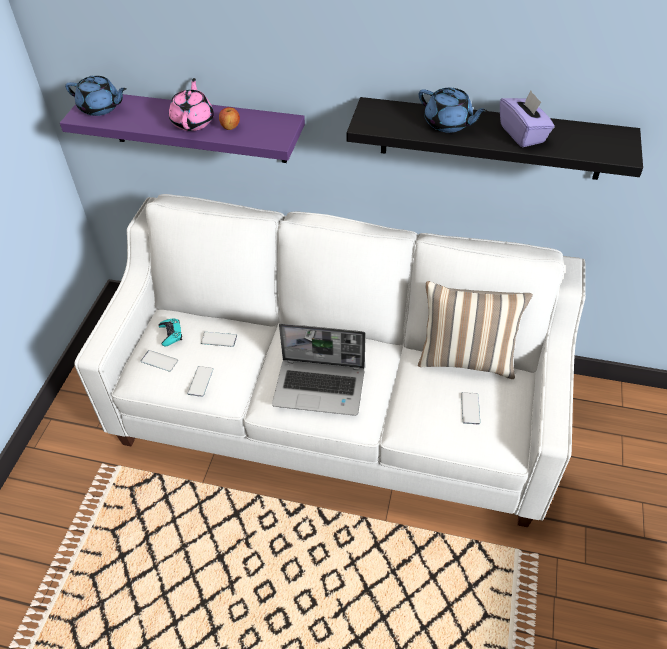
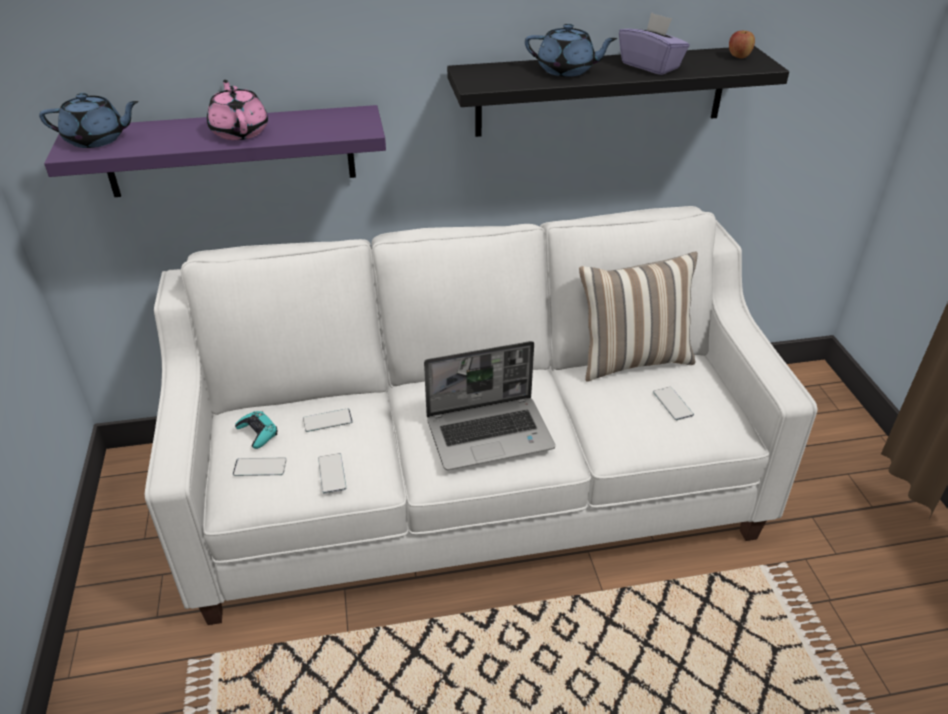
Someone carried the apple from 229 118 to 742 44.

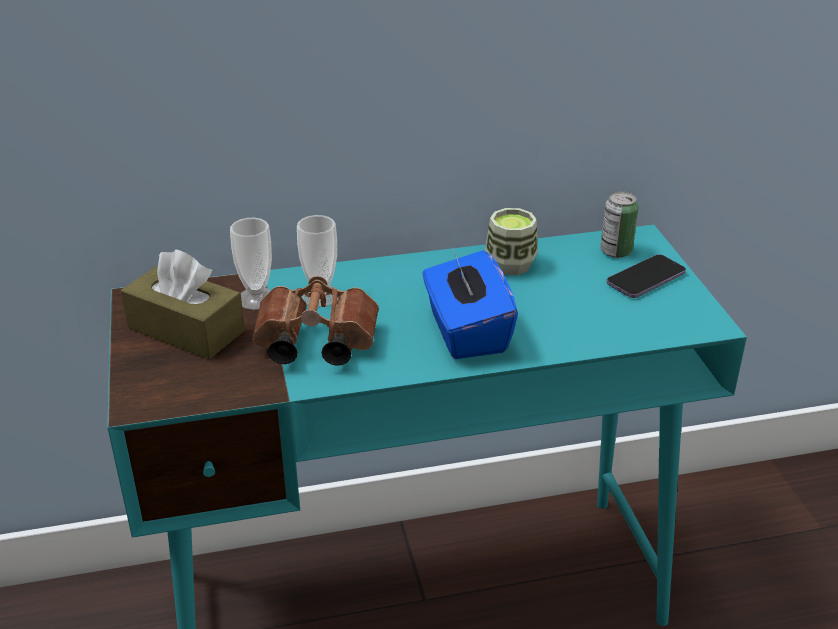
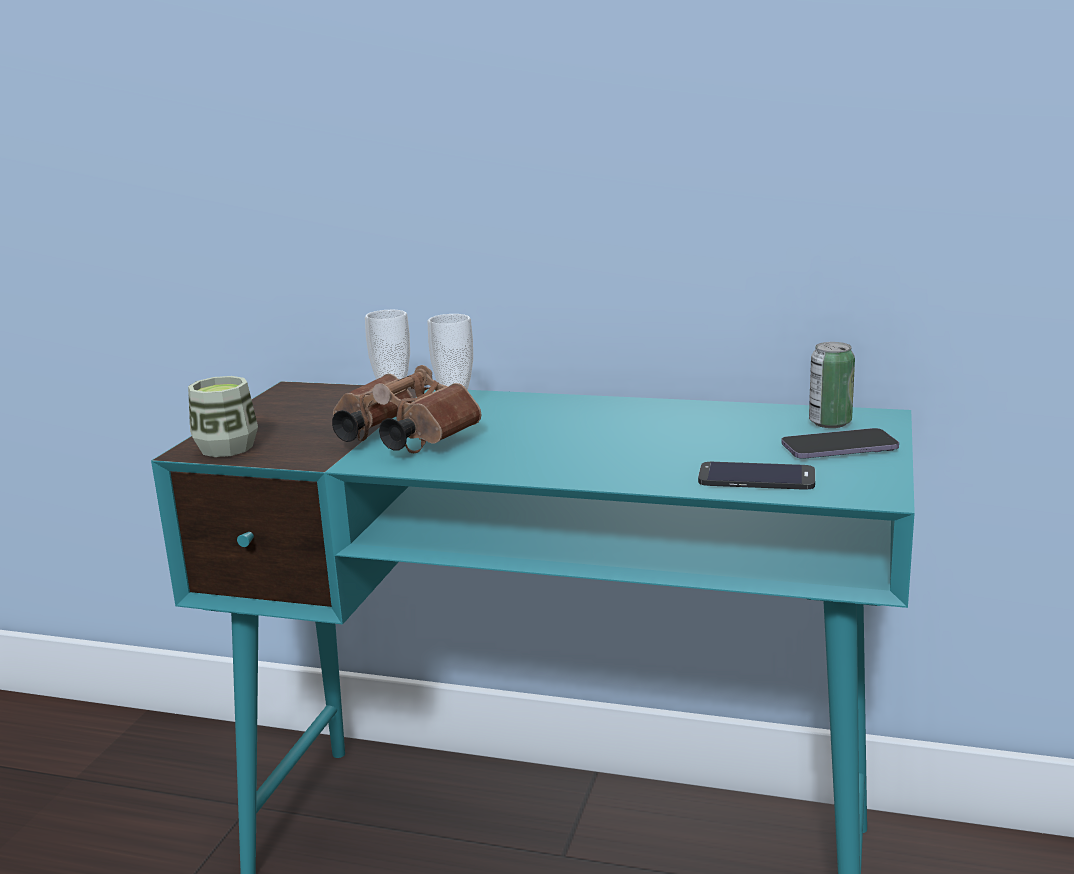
Someone took away the tissue box (brown) at 183 304.
Someone took away the tissue box (blue) at 470 303.
Someone carried the cup from 511 241 to 223 416.
Someone put down the phone at 756 476.

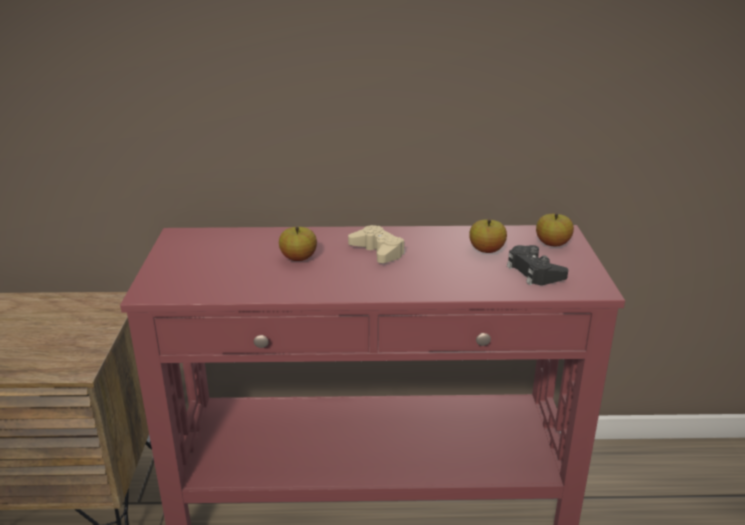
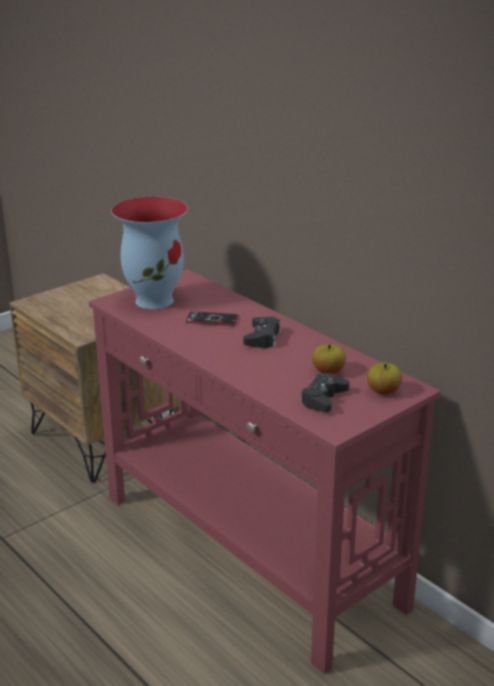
Someone swapped the apple at 298 244 for the phone at 212 318.
Someone repainted the game controller (beige) at 376 244, which became the game controller (black) at 262 332.
Someone put down the vase at 149 252.

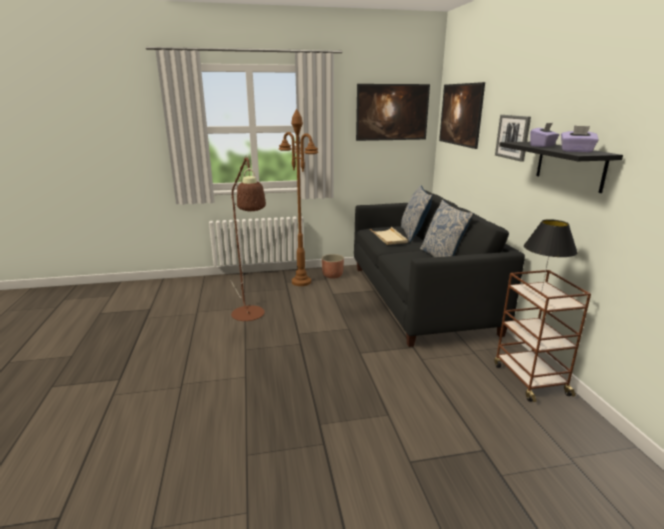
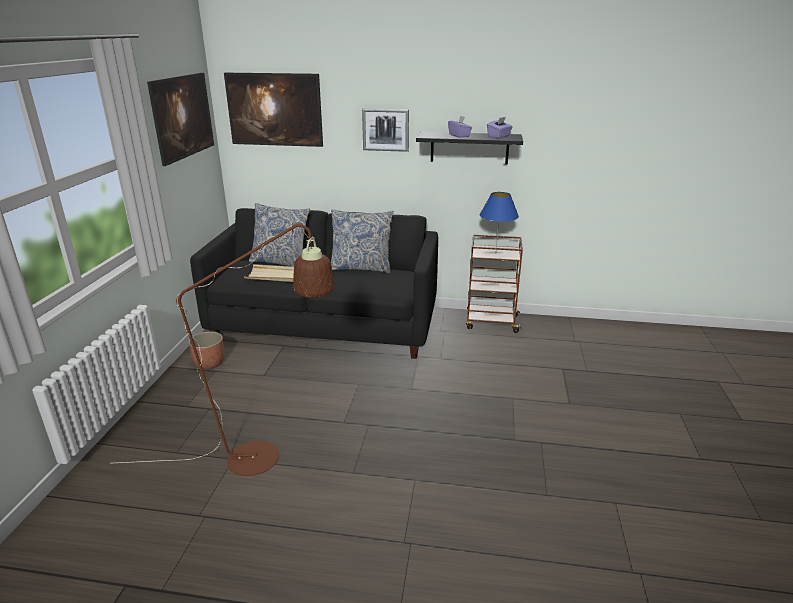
Someone took away the floor lamp (brown) at 298 197.
Someone repainted the table lamp (black) at 551 255, which became the table lamp (blue) at 499 220.

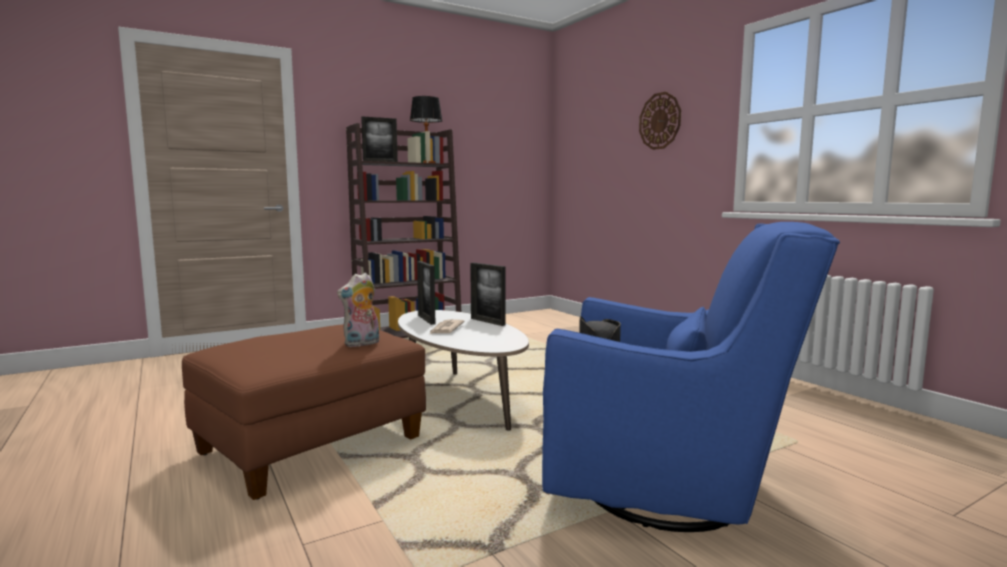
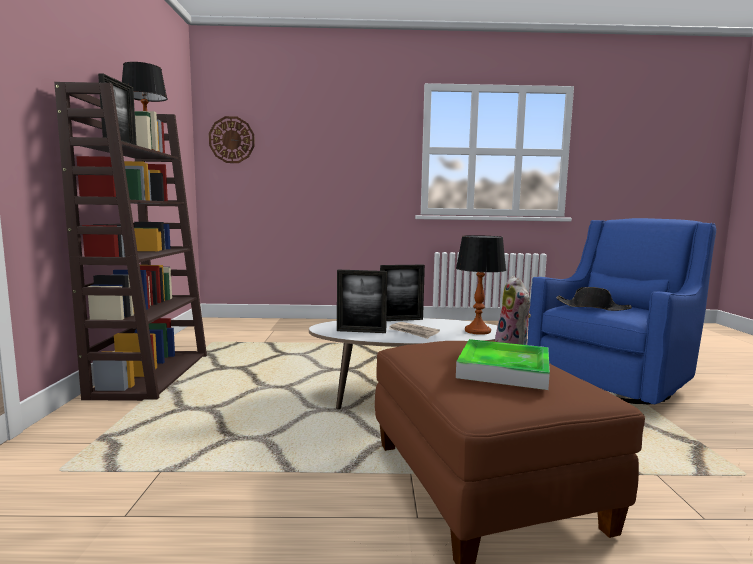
Someone carried the wall clock from 660 121 to 232 139.
Someone put down the table lamp at 481 285.
Someone put down the tray at 503 364.

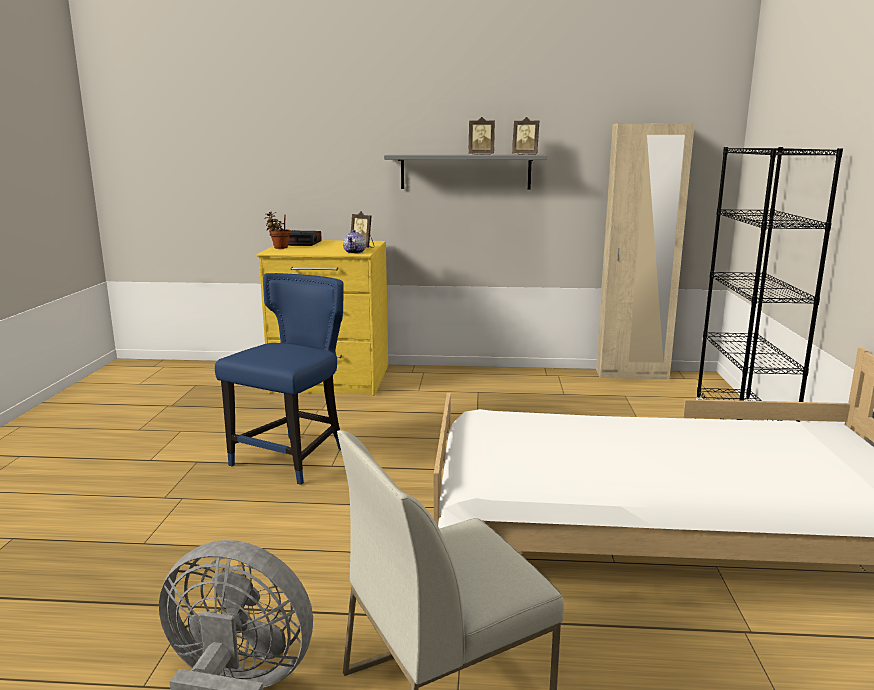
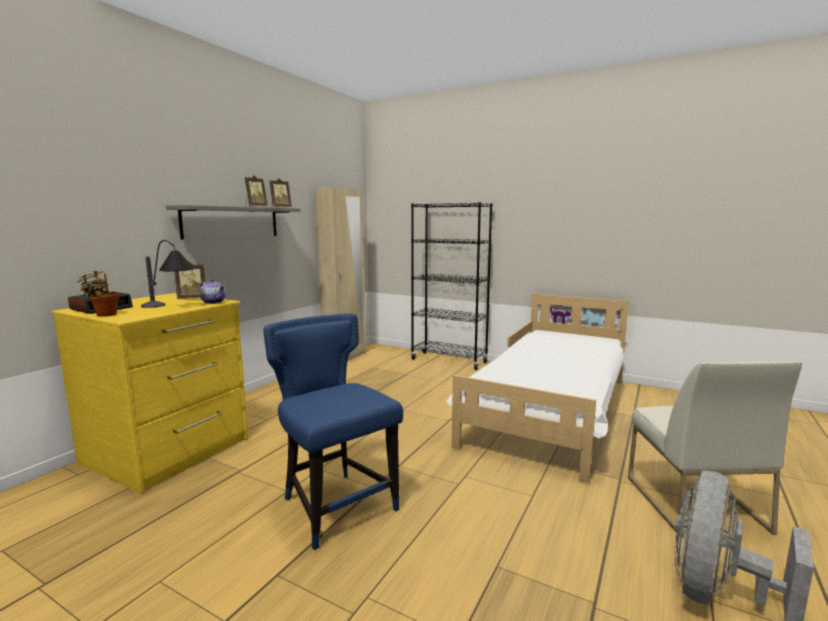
Someone put down the table lamp at 167 274.

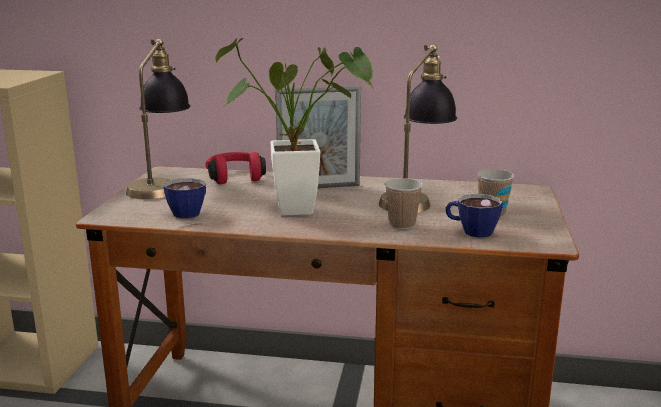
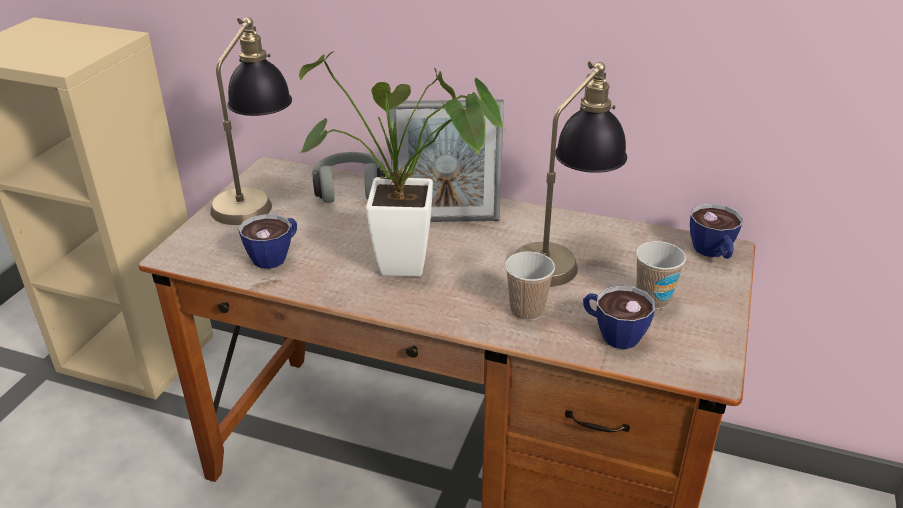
Someone repainted the headphones (red) at 235 168, which became the headphones (grey) at 348 177.
Someone put down the cup at 716 231.

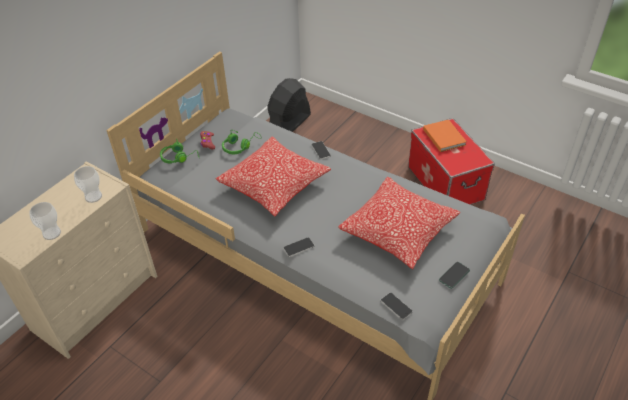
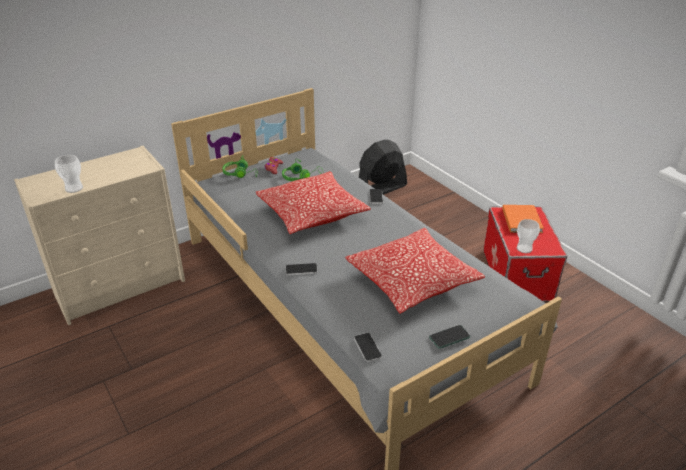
Someone carried the cup from 88 184 to 528 236.

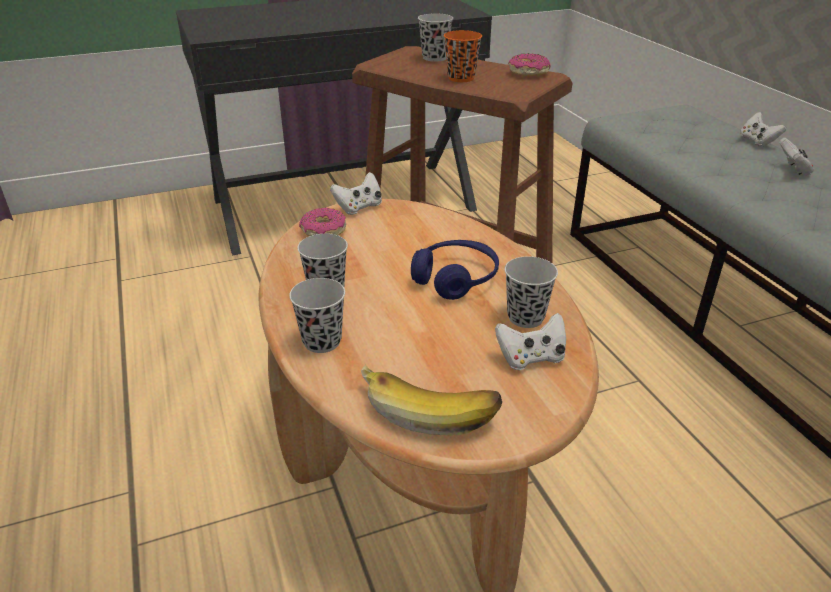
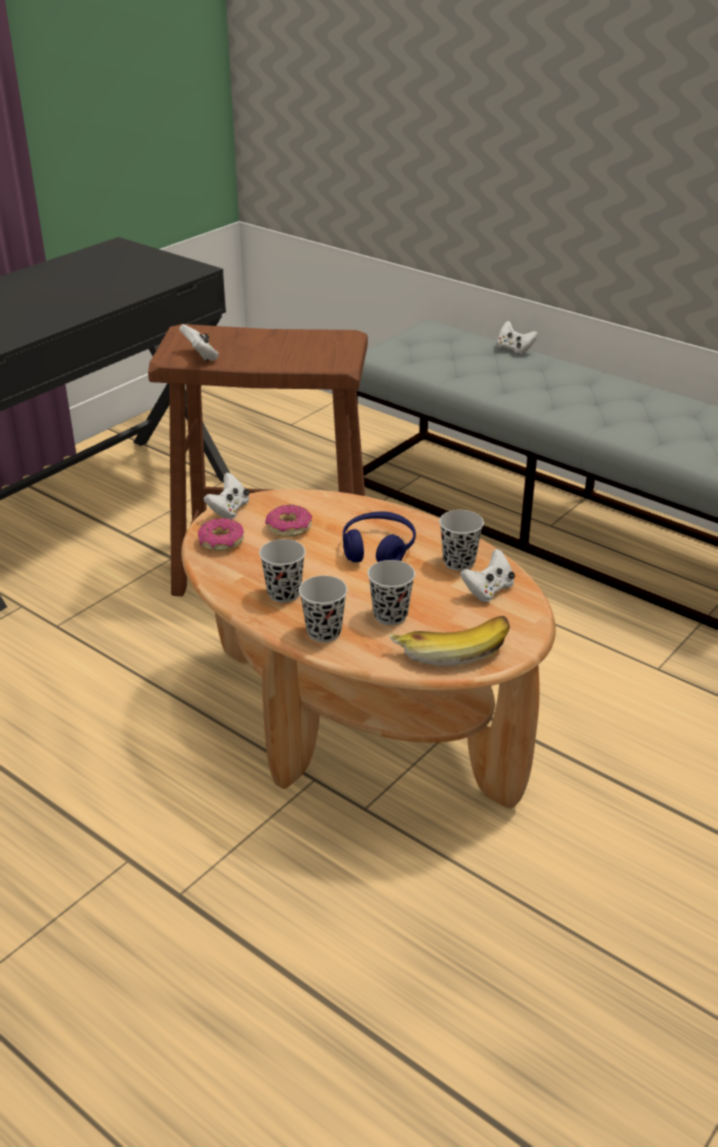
Someone carried the cup (black) from 435 37 to 391 592.
Someone took away the cup (orange) at 463 56.
Someone carried the donut from 529 65 to 288 521.
Someone carried the game controller (white) from 796 157 to 199 342.

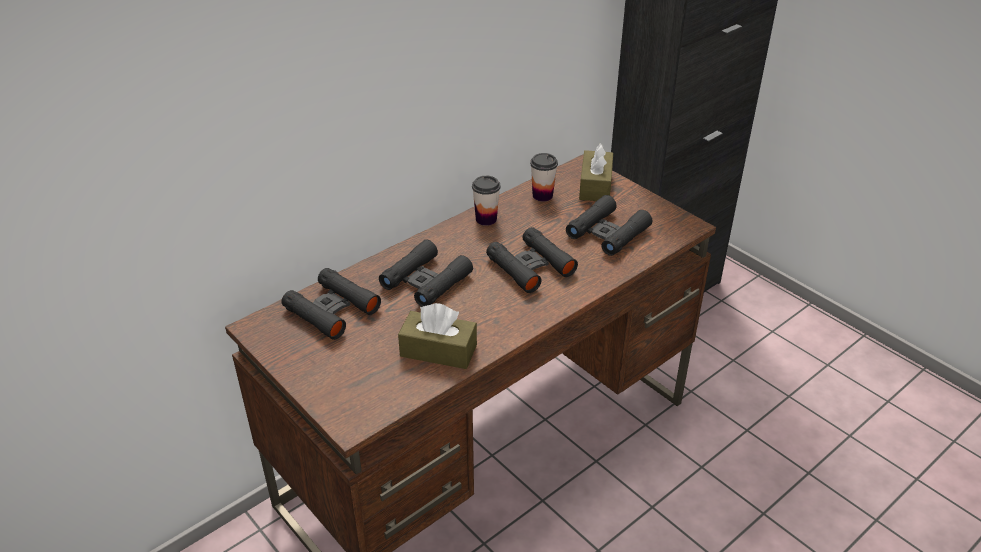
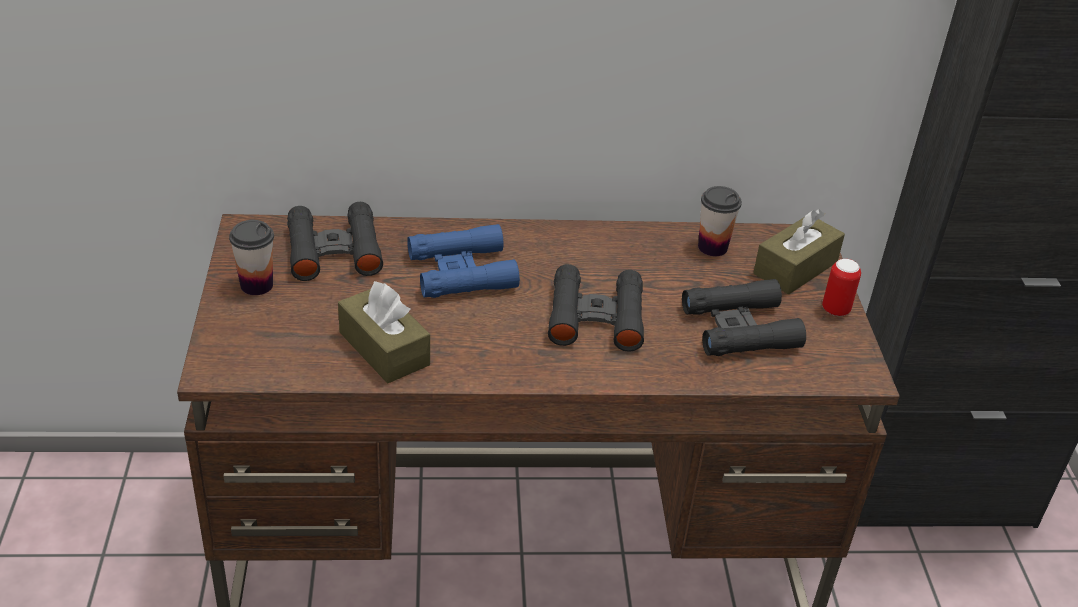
Someone repainted the binoculars (black) at 426 273, which became the binoculars (blue) at 463 261.
Someone carried the cup from 486 201 to 251 257.
Someone put down the can at 841 287.

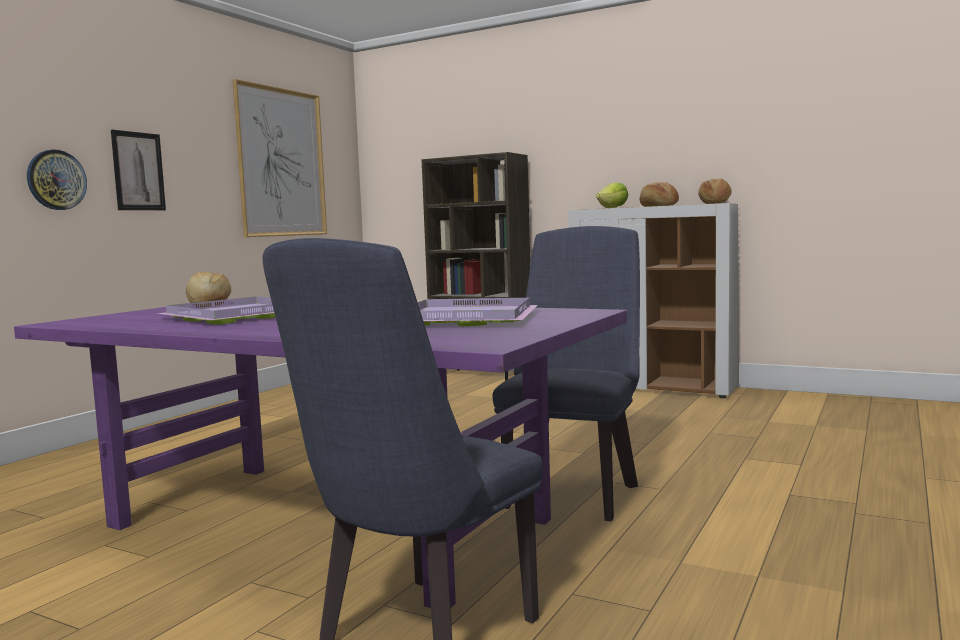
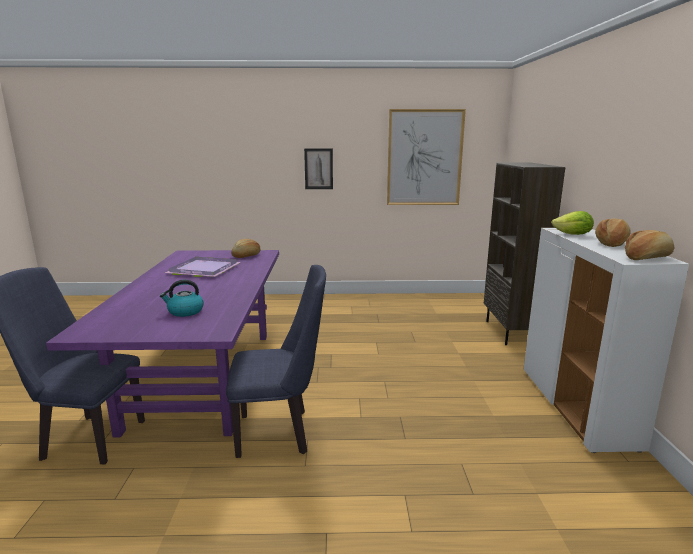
Someone took away the wall clock at 57 179.
Someone swapped the tray (purple) at 478 312 for the kettle at 182 298.

